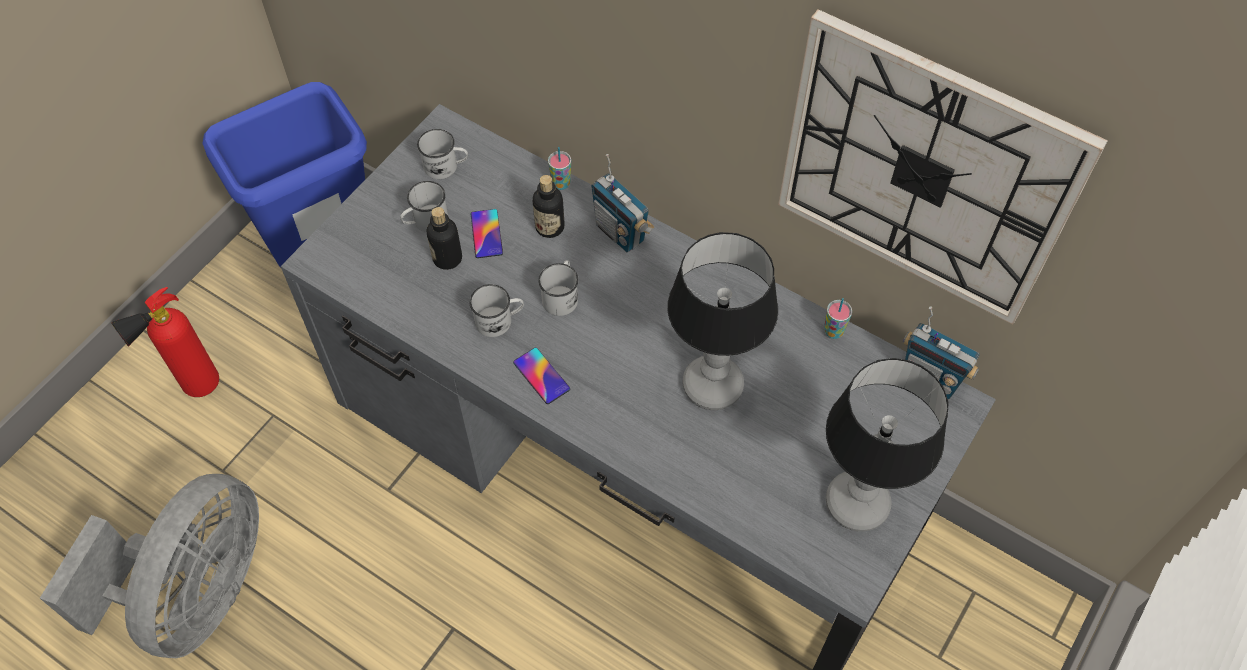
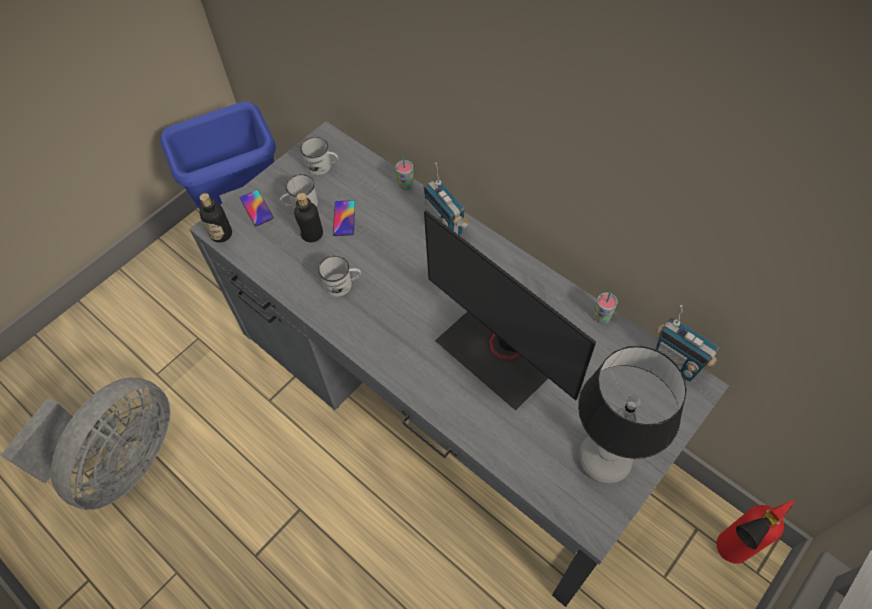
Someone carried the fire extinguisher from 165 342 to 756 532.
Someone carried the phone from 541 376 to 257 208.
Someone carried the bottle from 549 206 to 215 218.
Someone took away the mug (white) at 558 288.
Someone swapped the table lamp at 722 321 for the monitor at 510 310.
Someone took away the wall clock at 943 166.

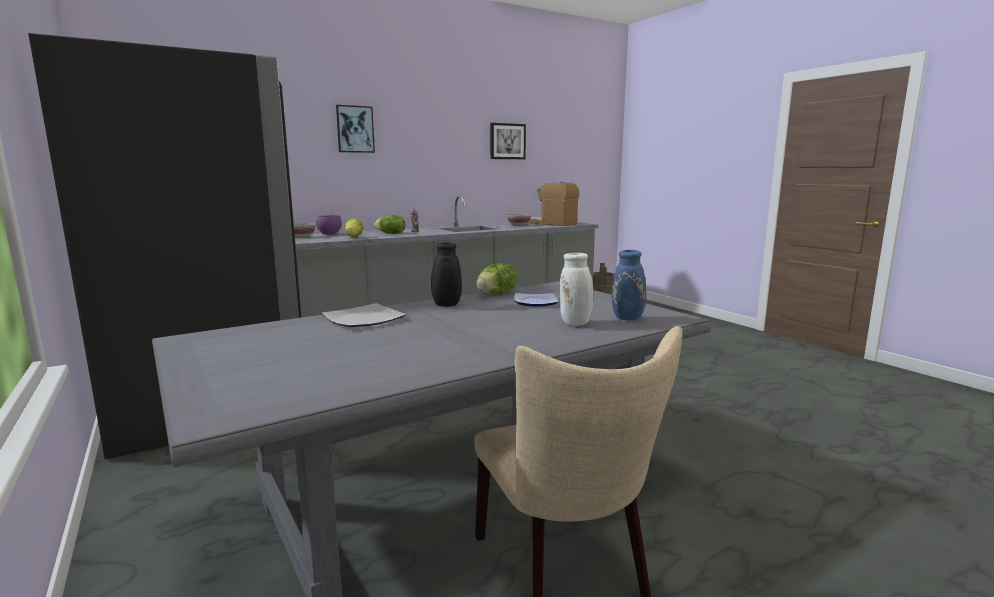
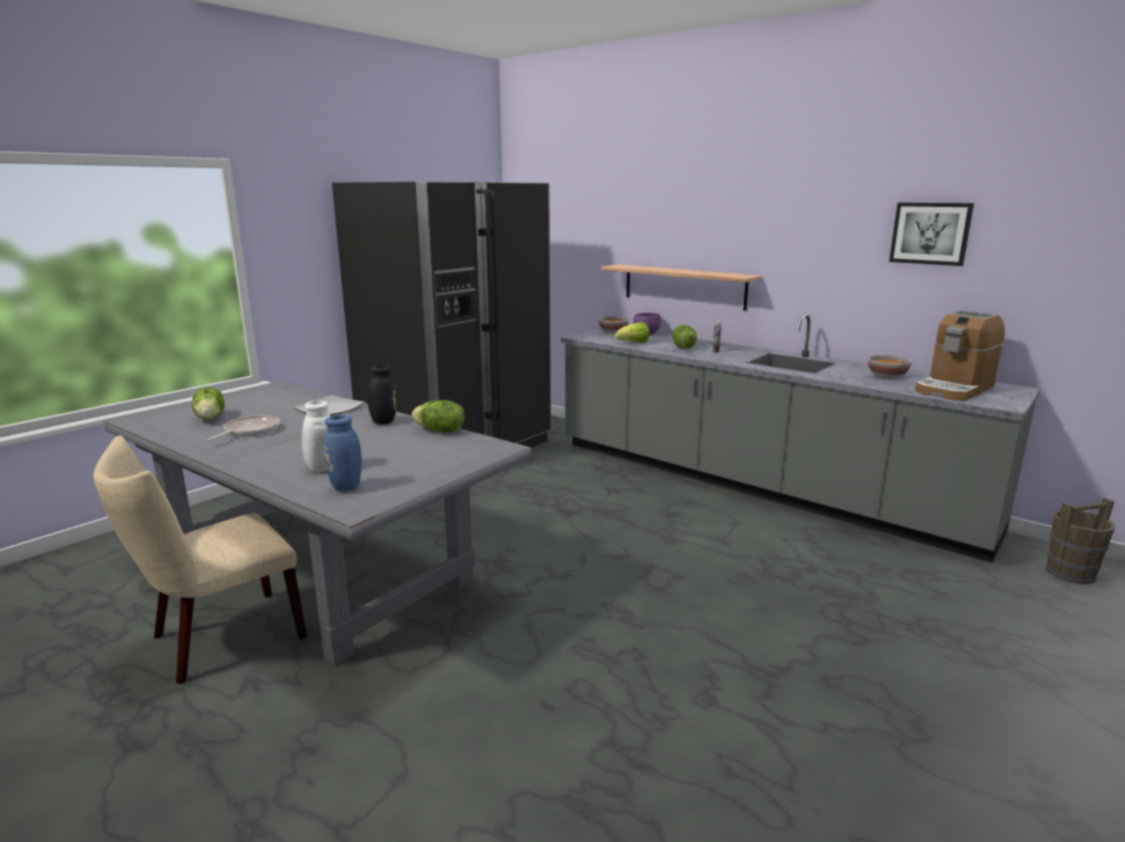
Someone took away the picture at 355 129.
Someone took away the plate at 536 300.
Someone rotated the coffee machine at 554 204 by 150 degrees counterclockwise.
Someone put down the lettuce at 208 403.
Someone put down the frying pan at 243 427.
Someone put up the shelf at 681 287.

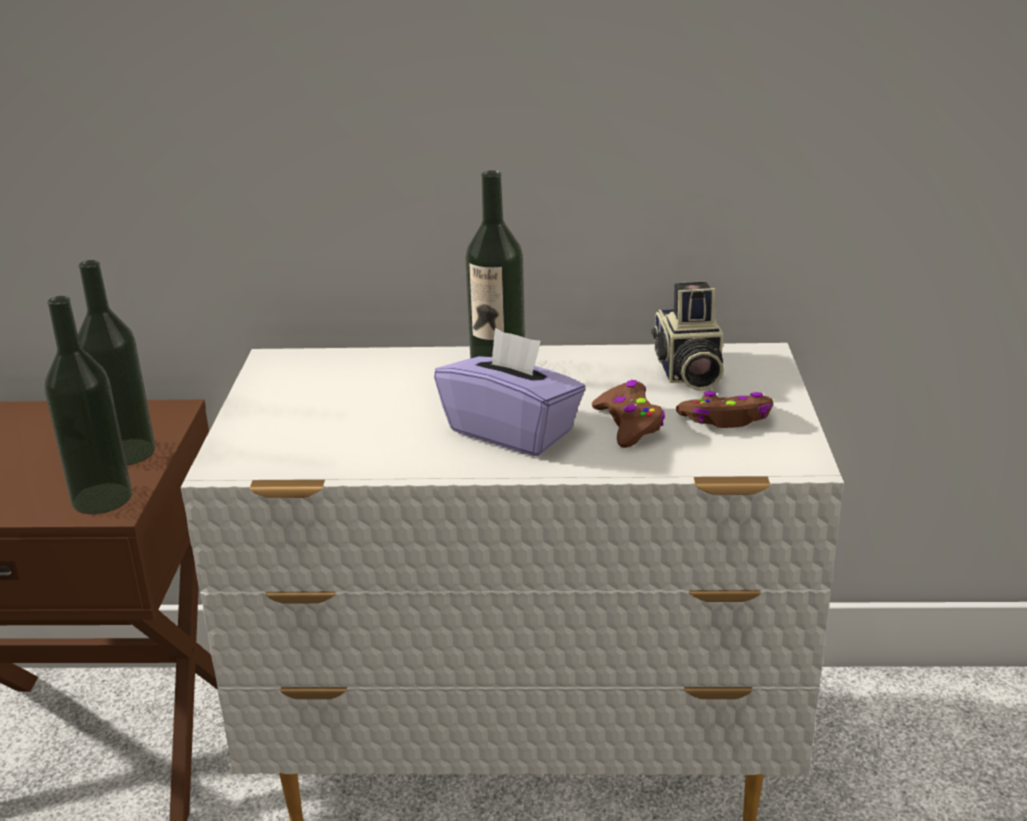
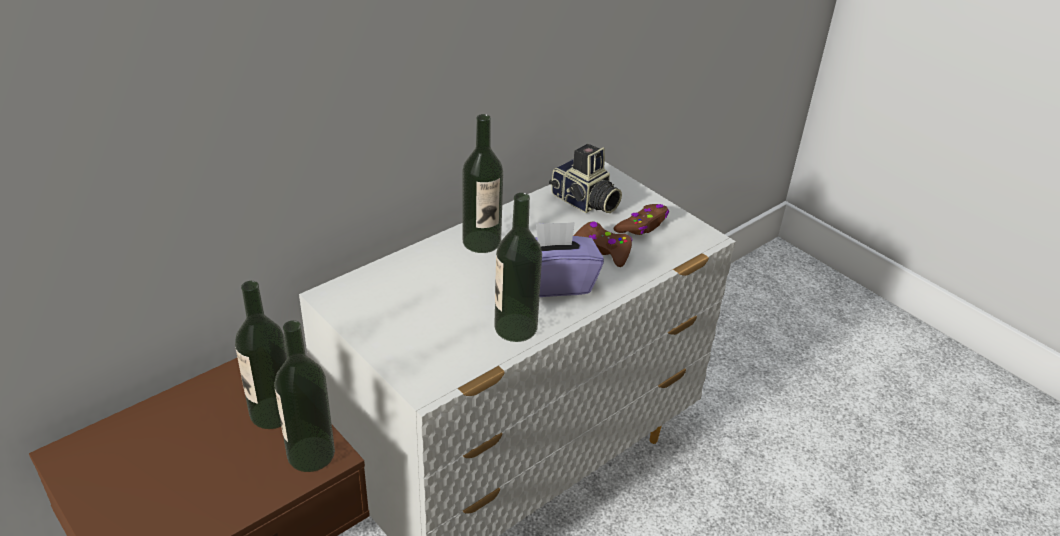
Someone put down the bottle at 518 267.

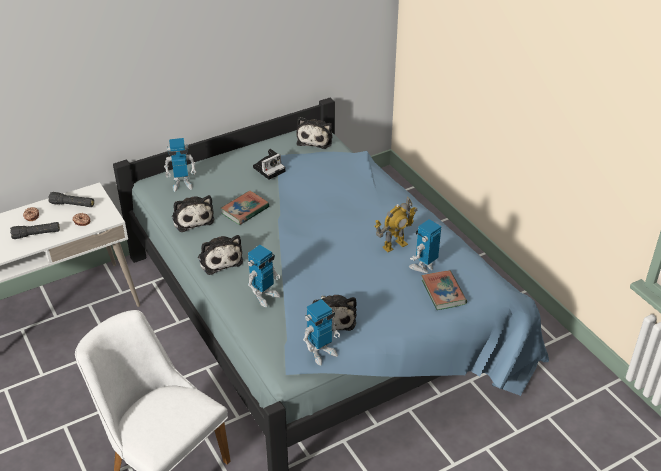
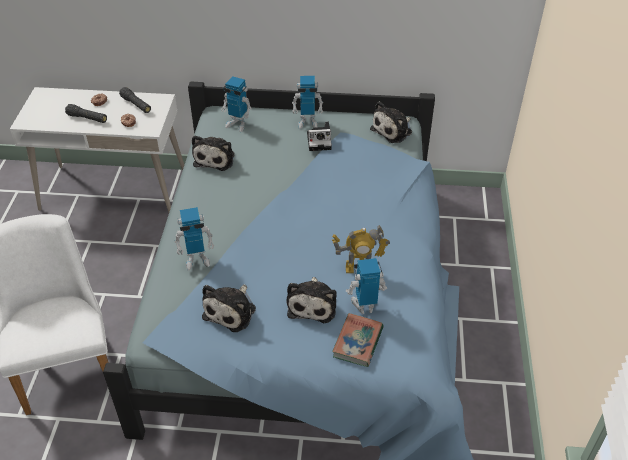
Someone carried the plush toy from 220 255 to 312 300.
Someone took away the book at 245 207.
Someone carried the toy robot from 321 332 to 307 102.

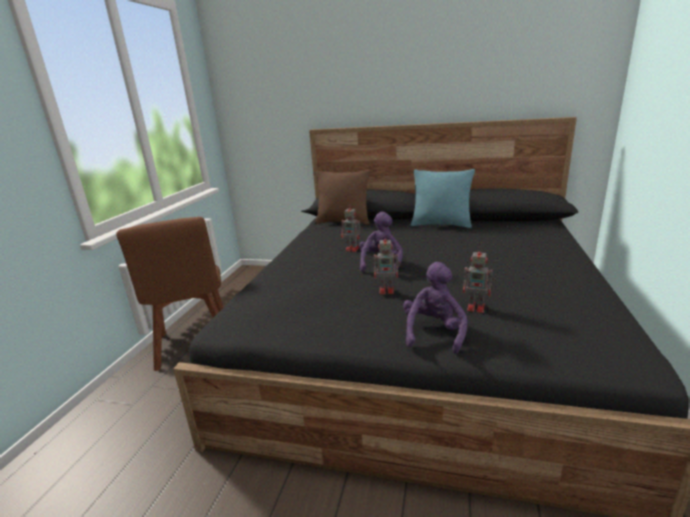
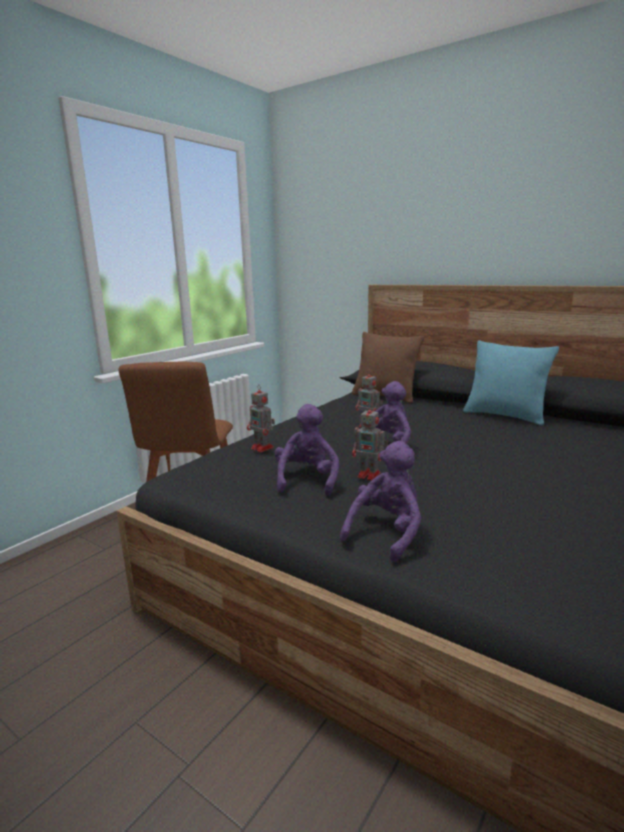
Someone carried the toy robot from 479 279 to 261 419.
Someone put down the plush toy (purple) at 306 450.

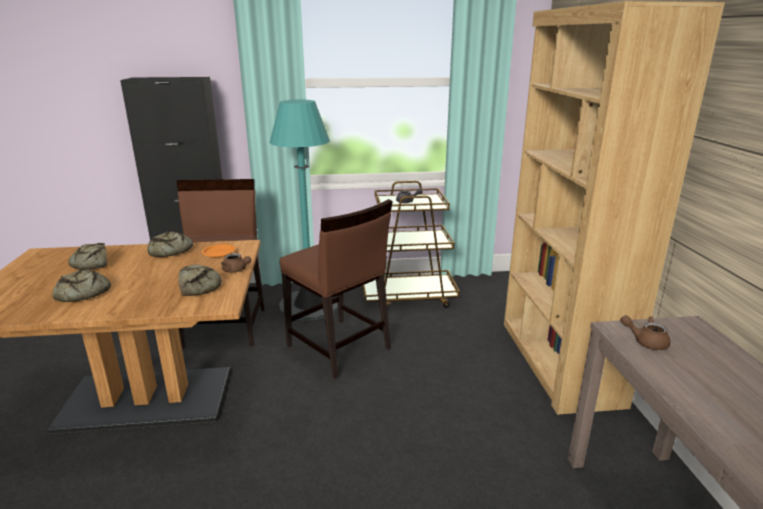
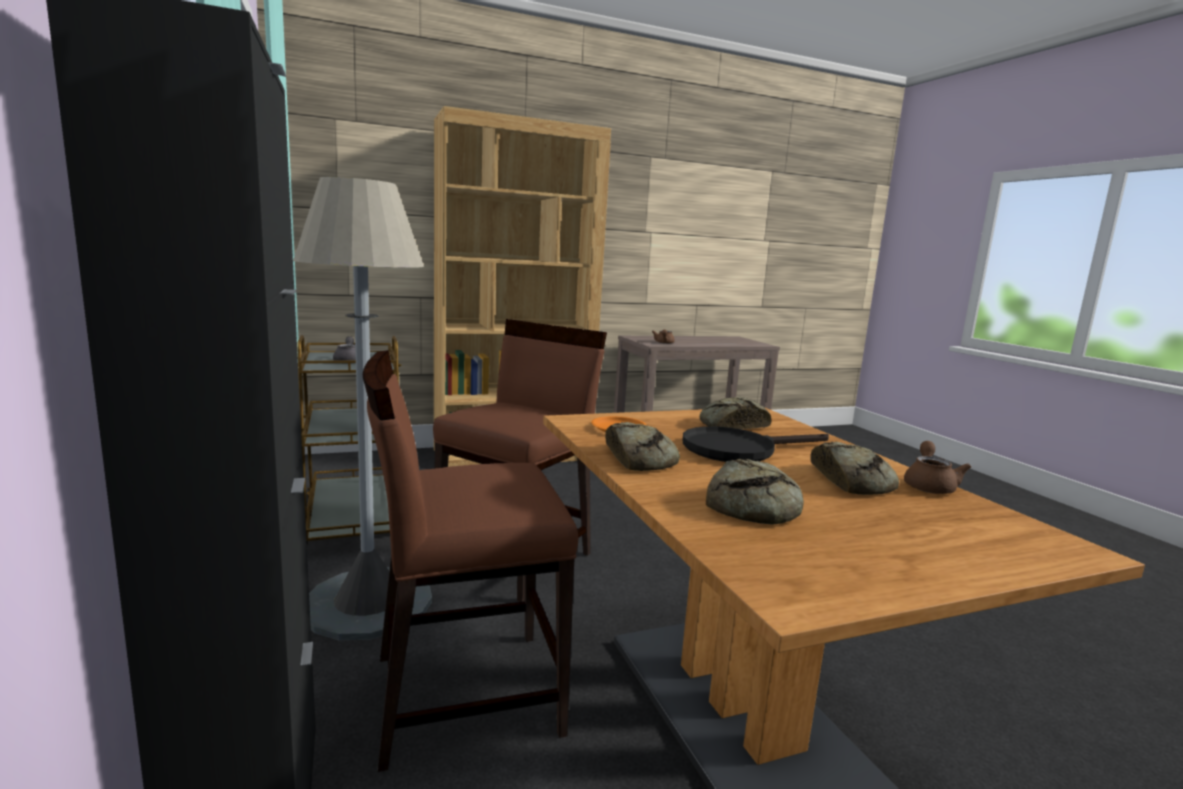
Someone carried the teapot (brown) from 236 263 to 937 467.
Someone repainted the floor lamp (turquoise) at 303 210, which became the floor lamp (grey) at 362 408.
Someone put down the frying pan (black) at 756 444.

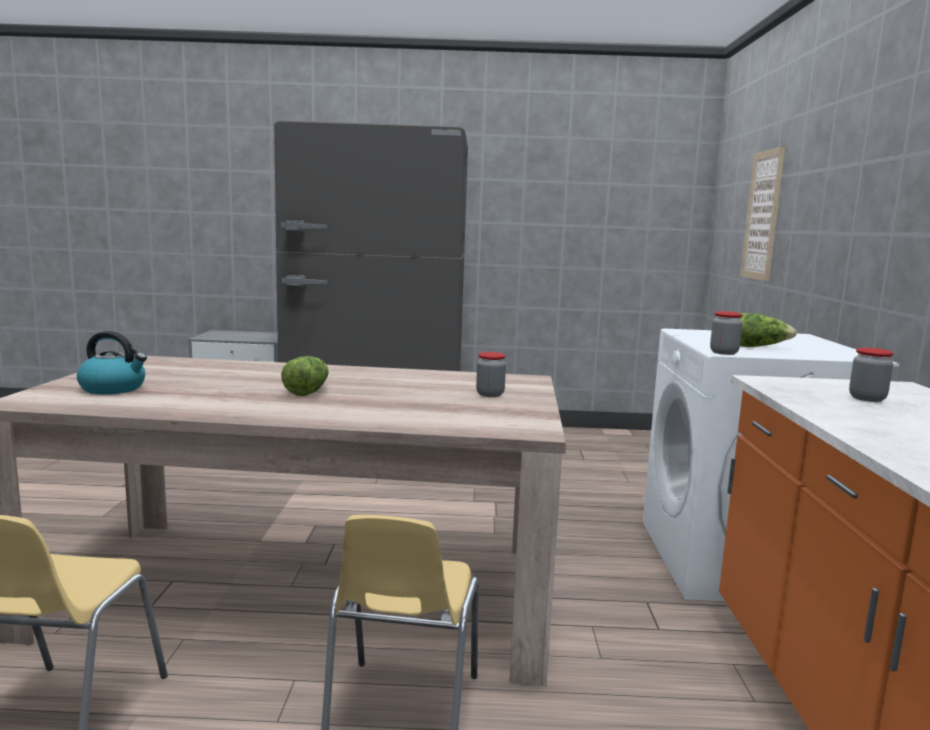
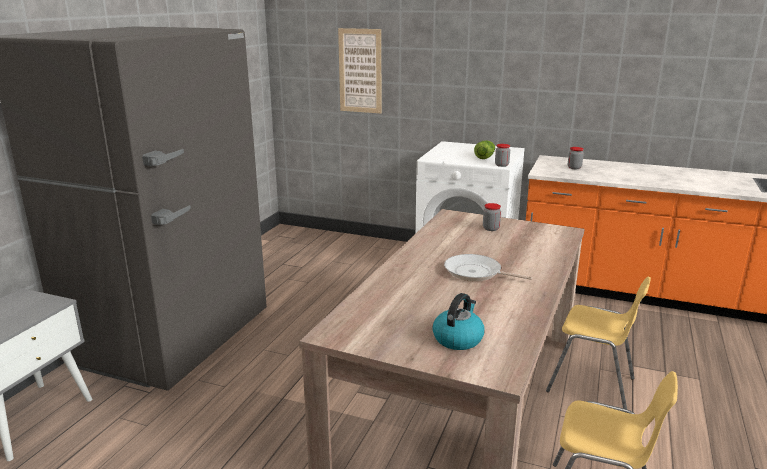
Someone swapped the lettuce at 305 376 for the frying pan at 488 267.

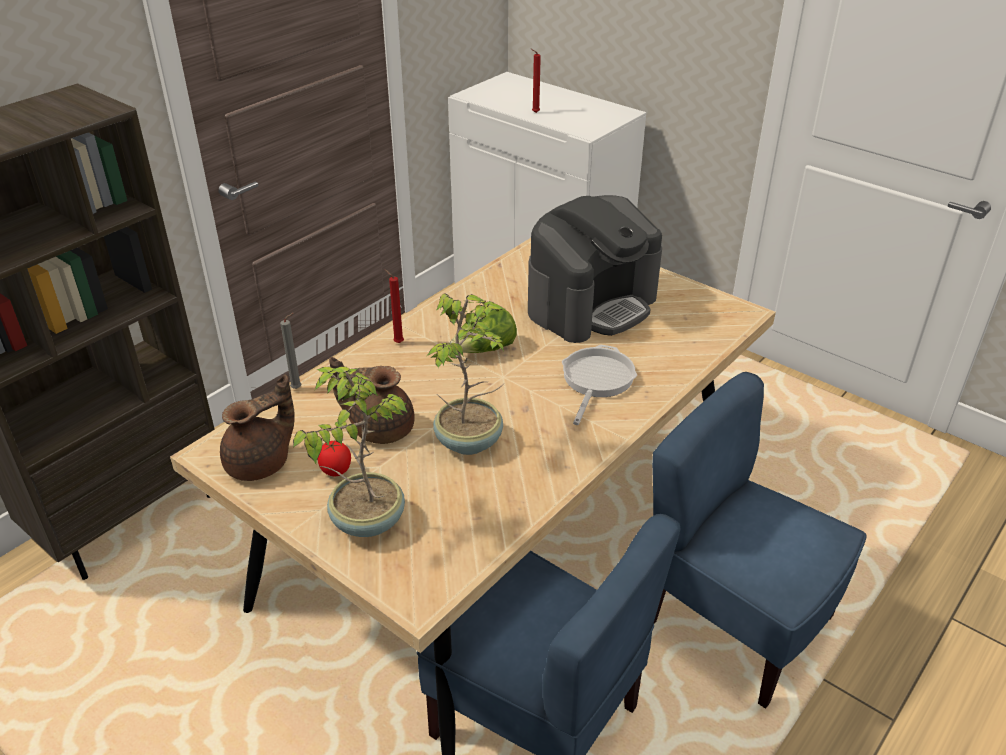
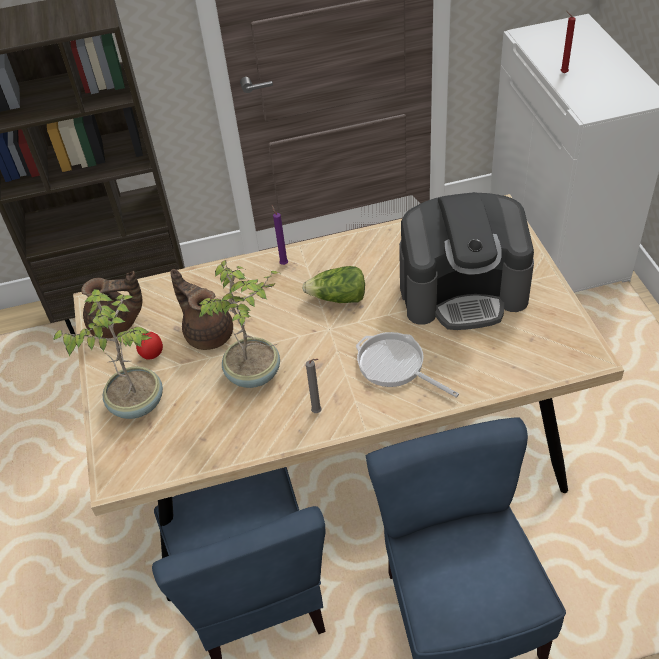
Someone carried the candle (grey) from 290 351 to 314 386.
Someone repainted the candle (red) at 394 306, which became the candle (purple) at 280 235.
Someone rotated the frying pan at 599 385 by 105 degrees counterclockwise.

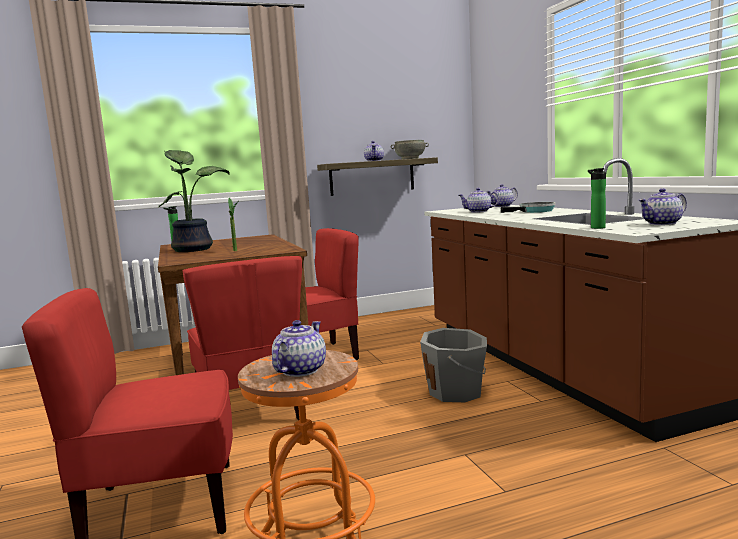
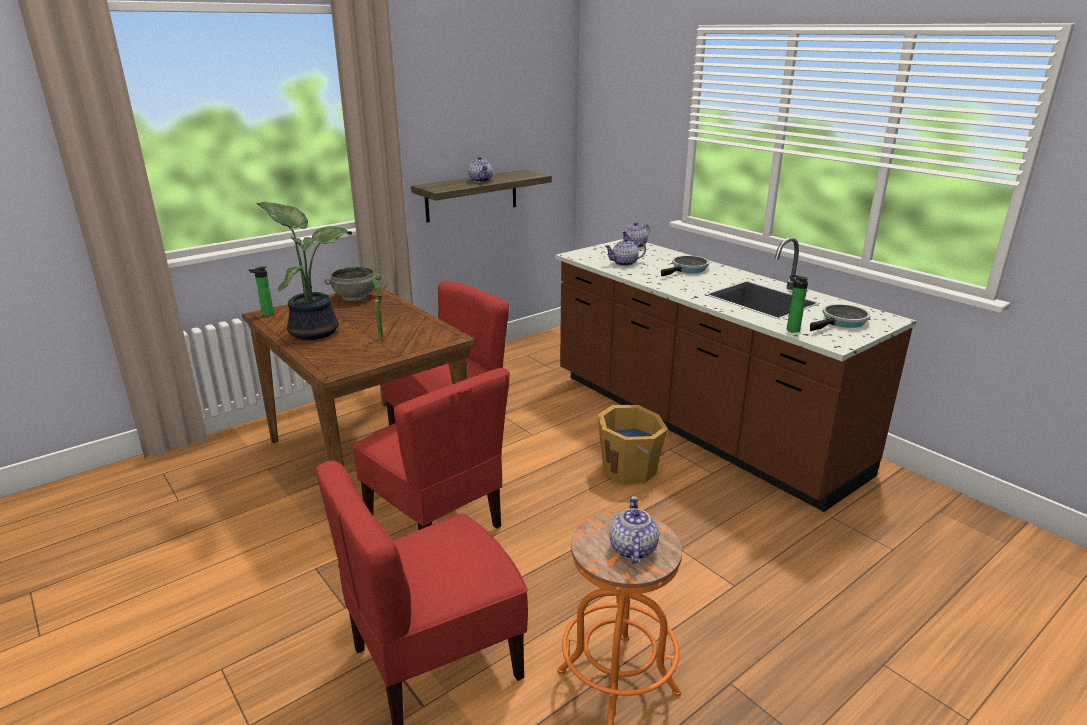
Someone carried the bowl (grey) from 410 149 to 352 284.
Someone repainted the bucket (grey) at 453 365, which became the bucket (orange) at 633 444.
Someone swapped the teapot at 662 206 for the frying pan at 840 317.

